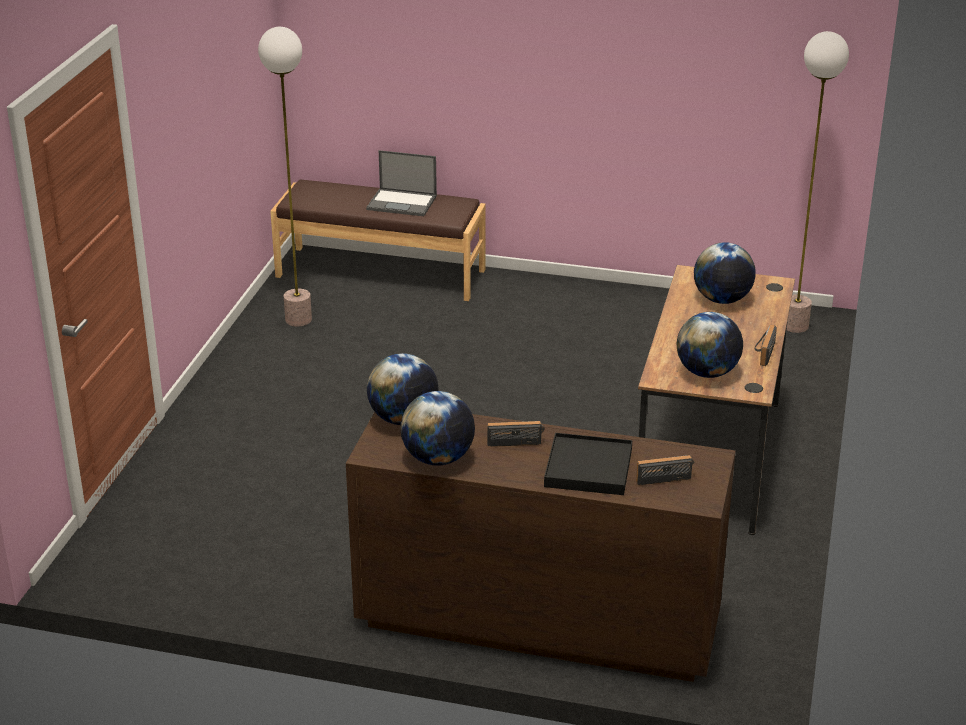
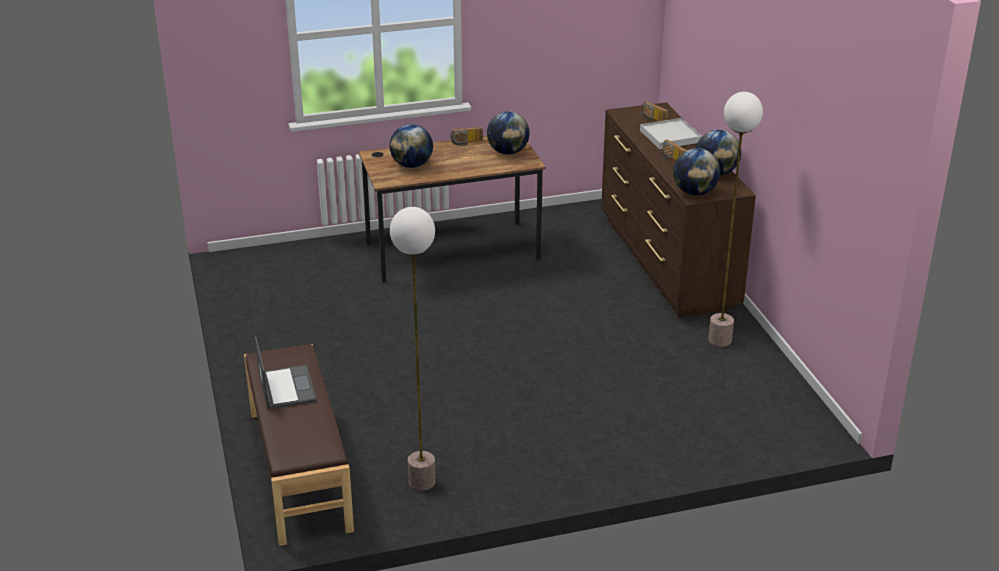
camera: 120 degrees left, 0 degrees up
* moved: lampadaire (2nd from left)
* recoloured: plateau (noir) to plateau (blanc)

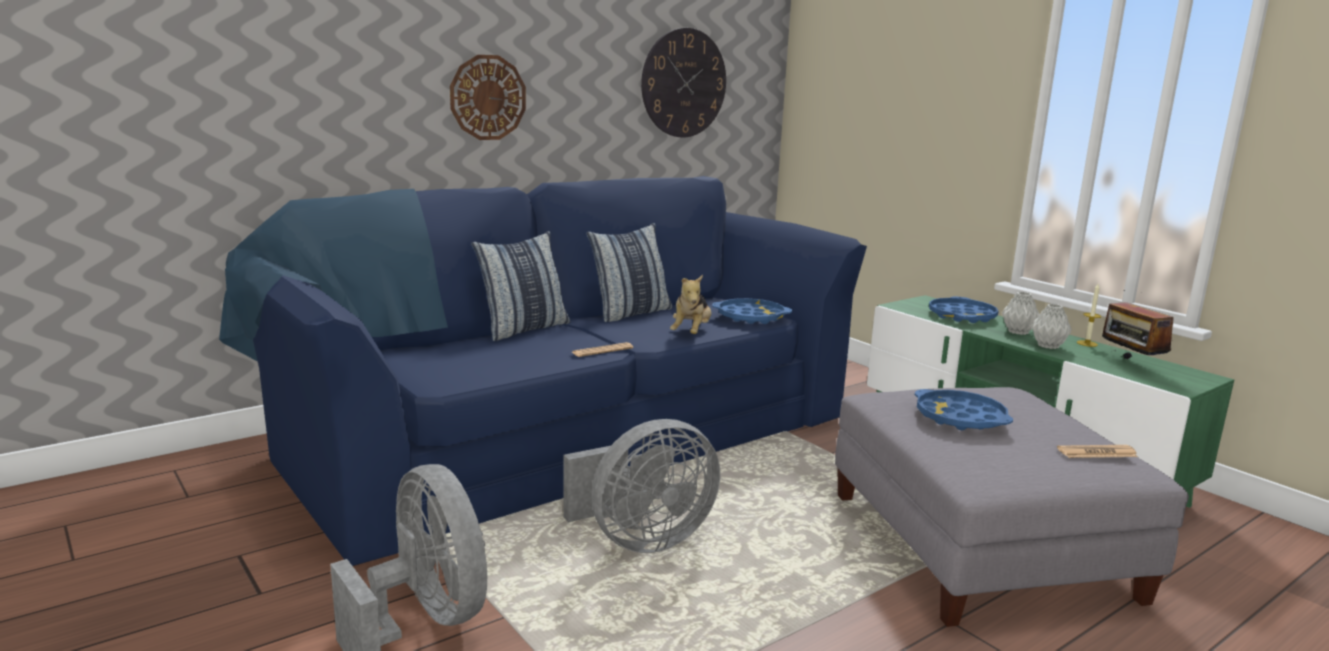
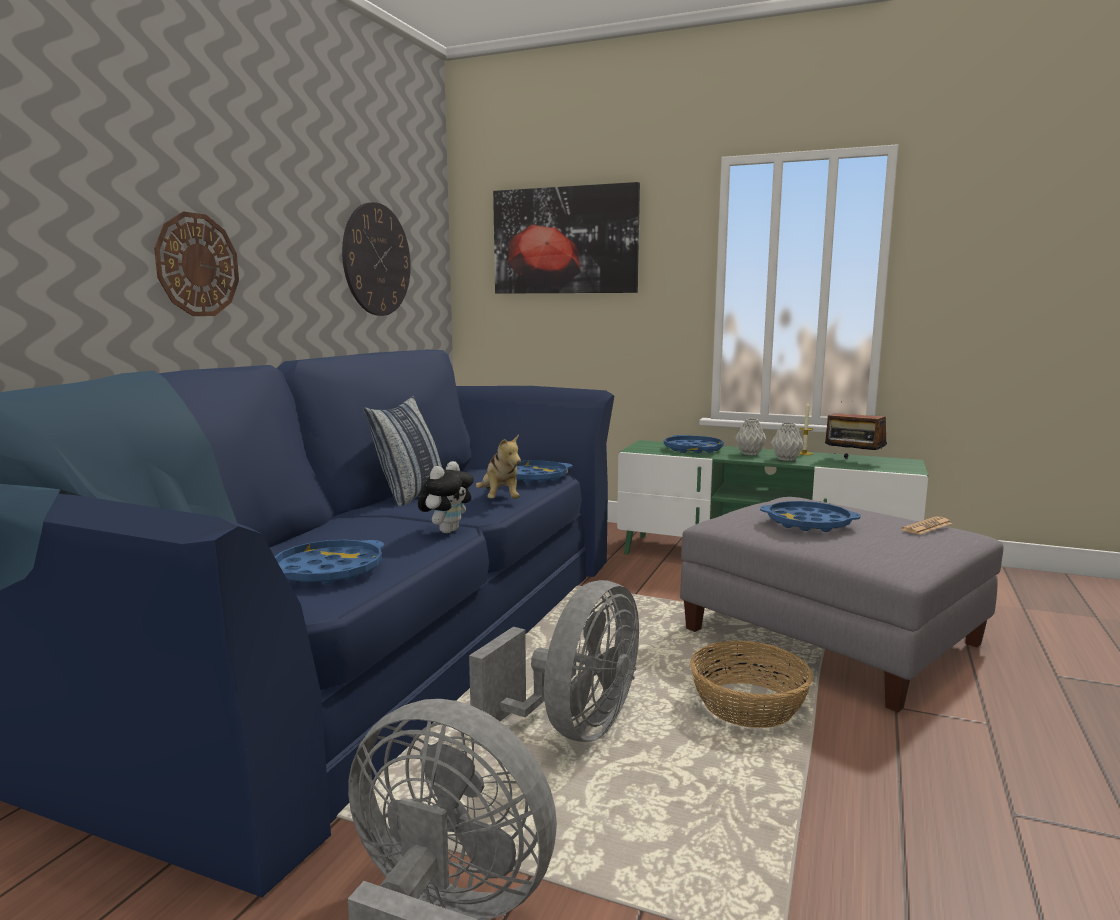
camera: 30 degrees left, 5 degrees down
* removed: coussin (1st from left)
* added: plateau (bleu) (1st from left)
* added: tableau
* added: panier
* replaced: journal (1st from left) to peluche (1st from left)

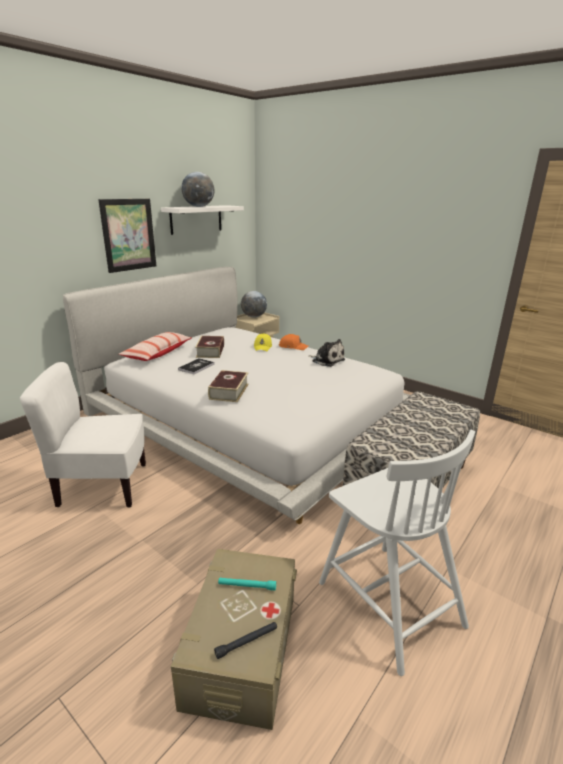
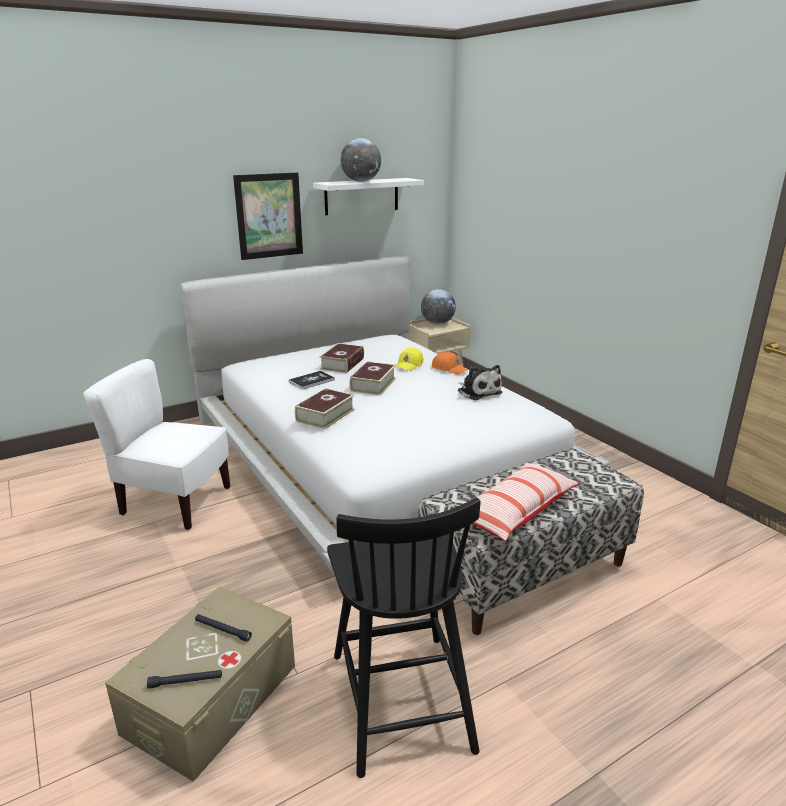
camera: 20 degrees right, 0 degrees up
* added: livre (4th from left)
* moved: coussin
* recoloured: lampe de poche (turquoise) to lampe de poche (noir) (2nd from left)
* recoloured: chaise (blanc) (2nd from left) to chaise (noir)

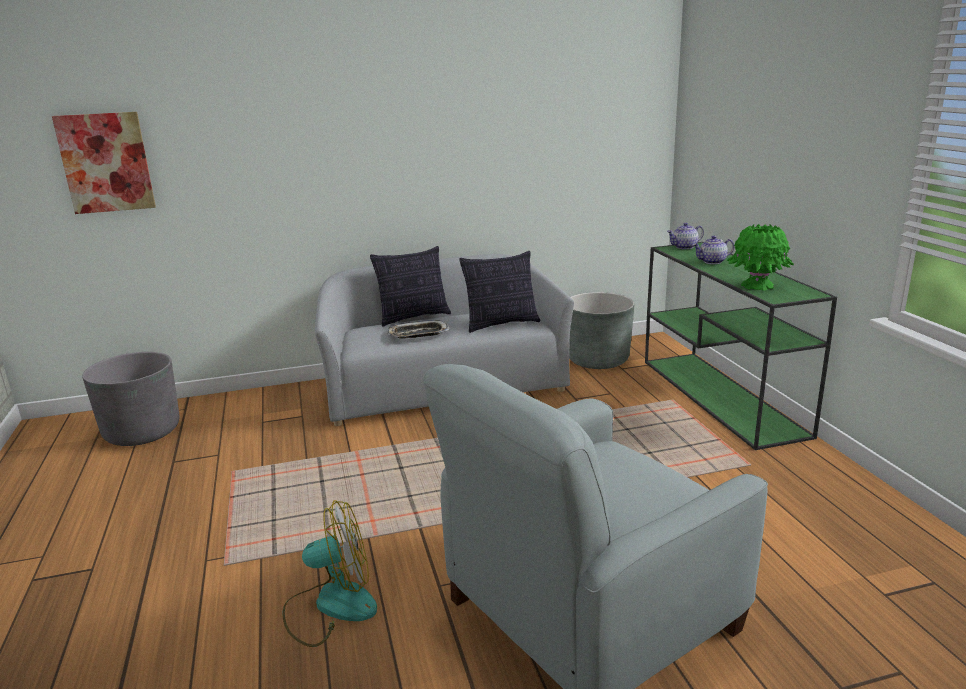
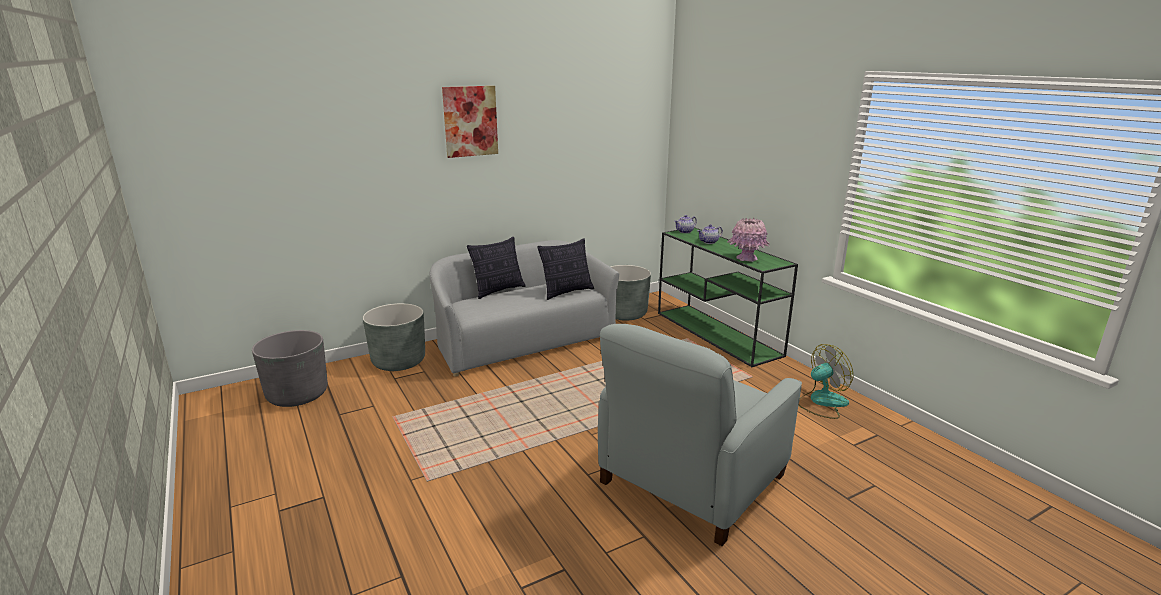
camera: 15 degrees left, 0 degrees up
* removed: plateau
* added: cache-pot (gris) (2nd from left)
* moved: tableau
* moved: ventilateur
* recoloured: vase (vert) to vase (rose)

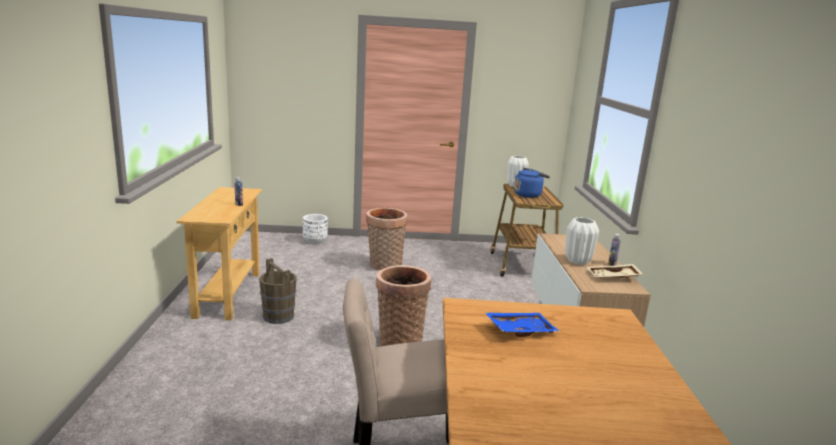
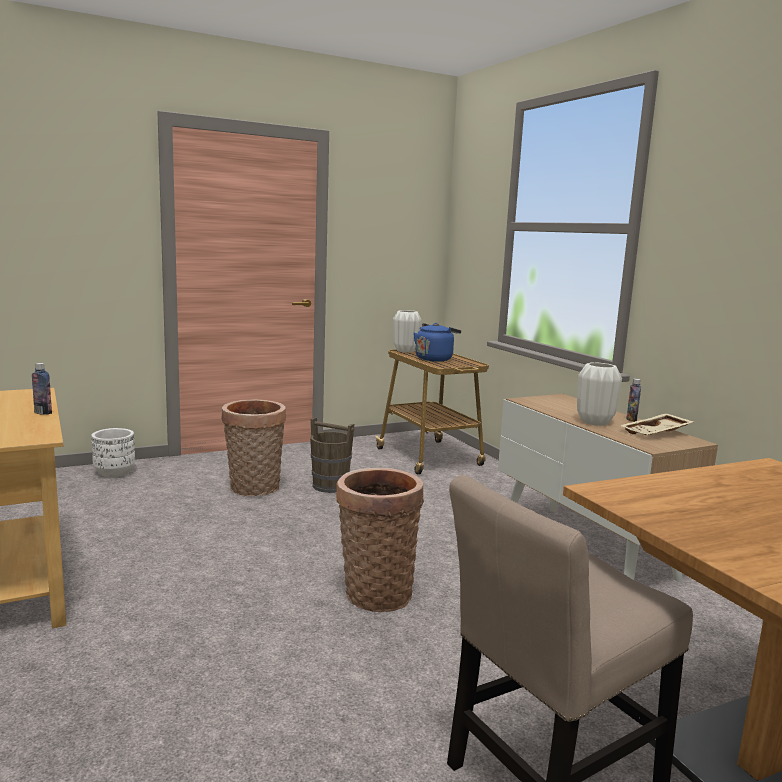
camera: 25 degrees left, 5 degrees down
* removed: plateau (bleu)
* moved: seau (marron)

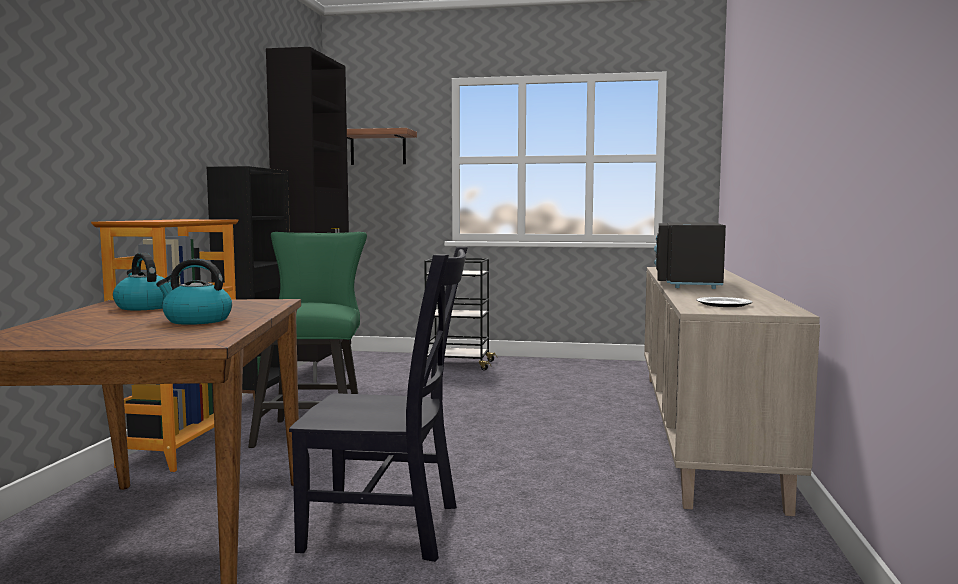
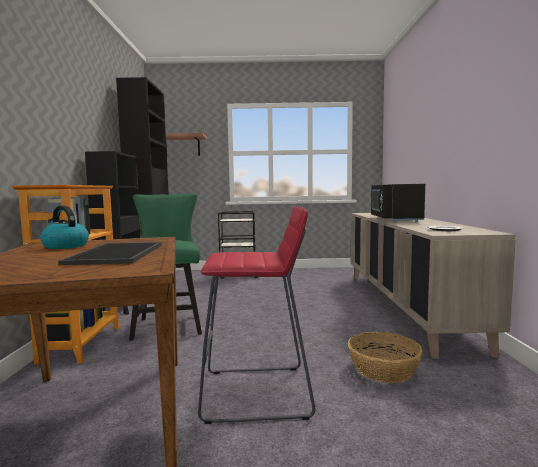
camera: 10 degrees left, 0 degrees up
* added: panier
* replaced: bouilloire (2nd from left) to plateau
* replaced: chaise (noir) to tabouret (rouge)

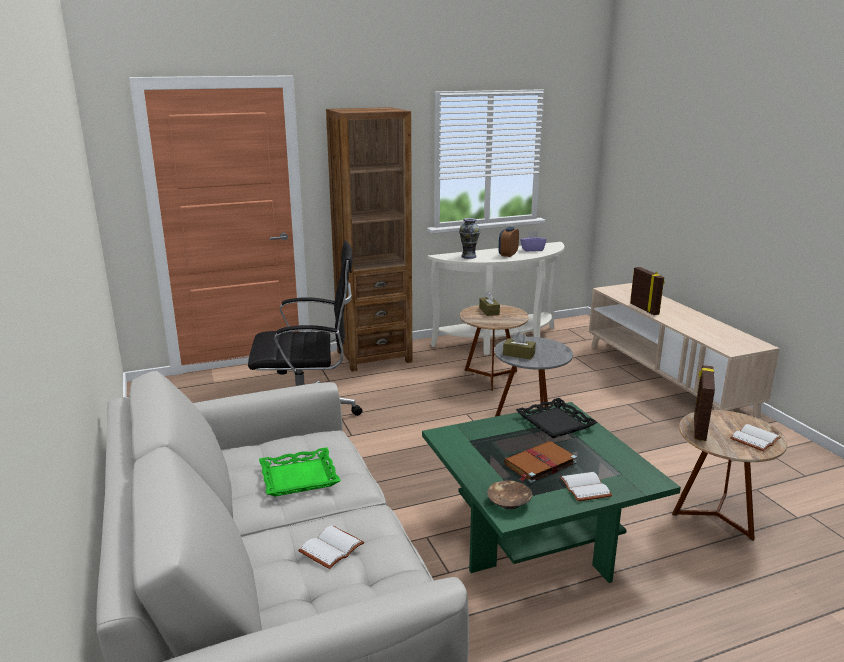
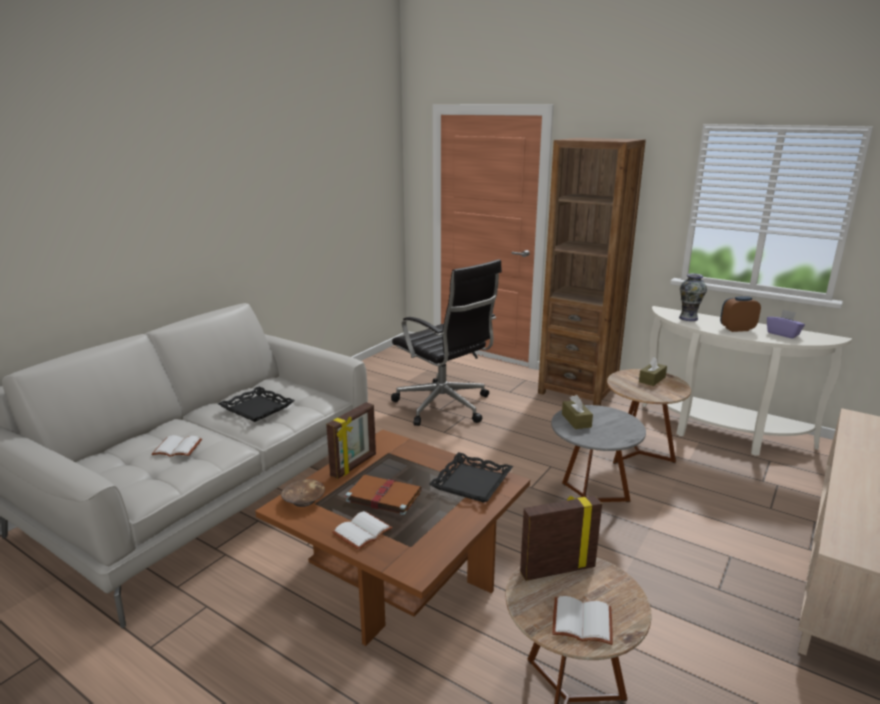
camera: 55 degrees right, 0 degrees up
* moved: cadre photo (1st from left)
* recoloured: plateau (vert) to plateau (noir) (1st from left)
* recoloured: table basse (vert) to table basse (marron)

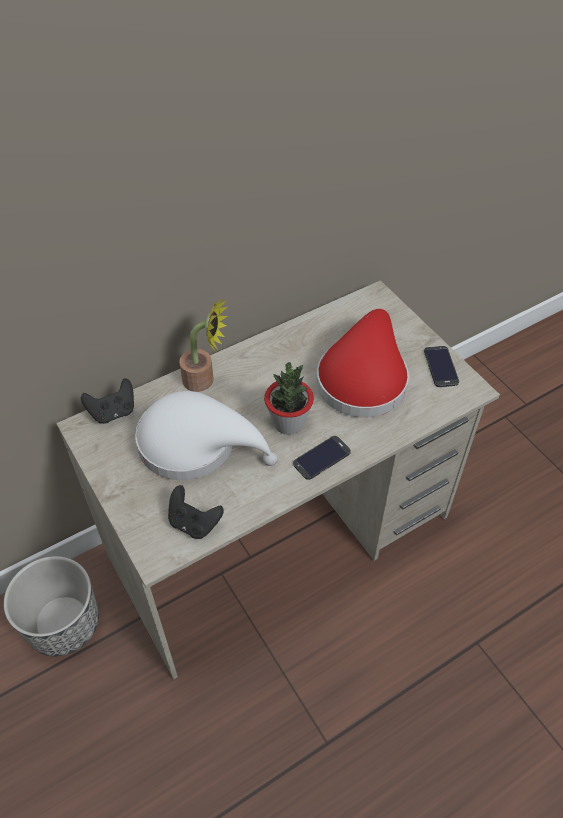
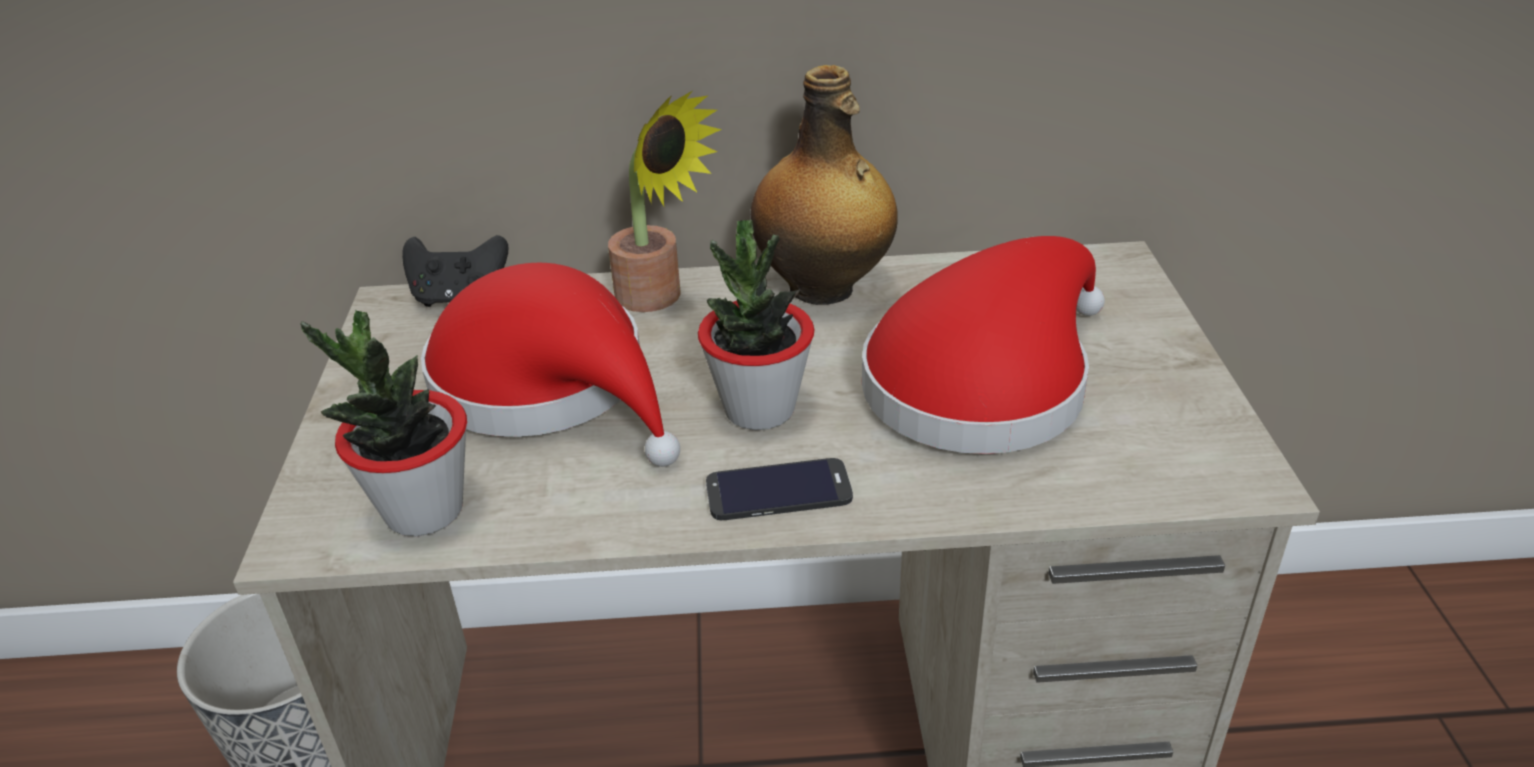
camera: 30 degrees right, 15 degrees down
* removed: téléphone (2nd from left)
* added: bouteille
* replaced: manette (noir) (2nd from left) to plante en pot (1st from left)
* recoloured: chapeau (blanc) to chapeau (rouge) (1st from left)

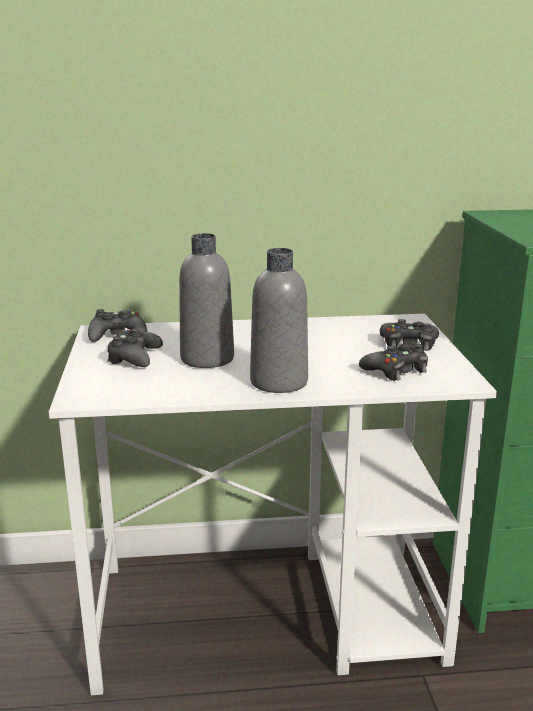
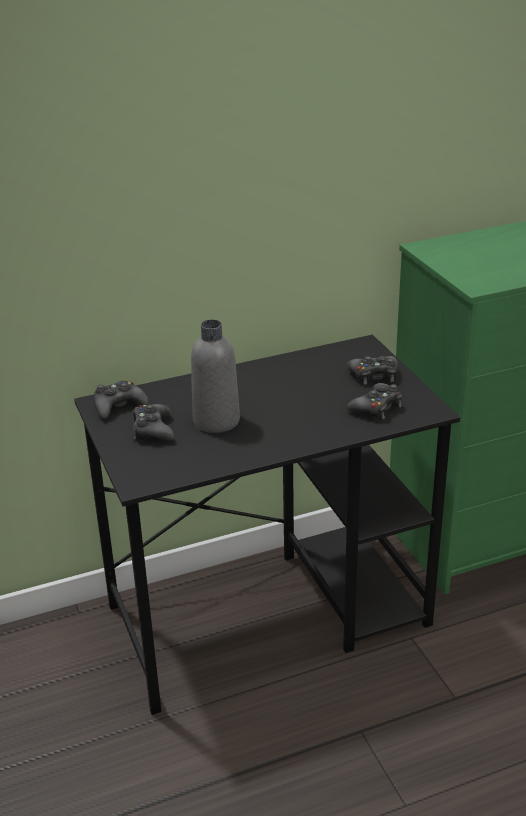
camera: 15 degrees left, 10 degrees up
* removed: bouteille (gris) (2nd from left)
* recoloured: bureau (blanc) to bureau (noir)

